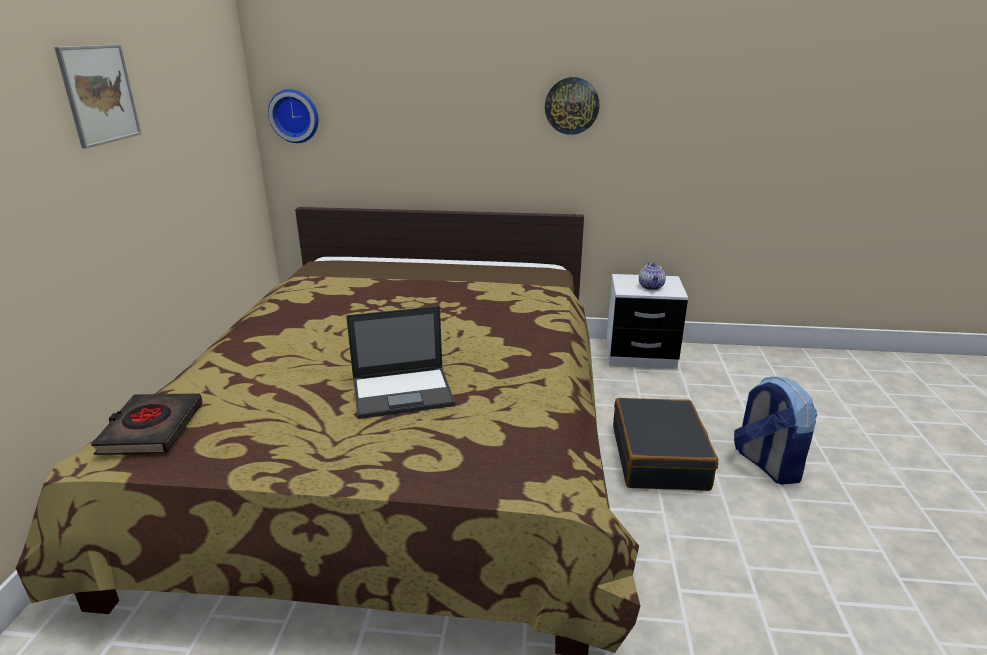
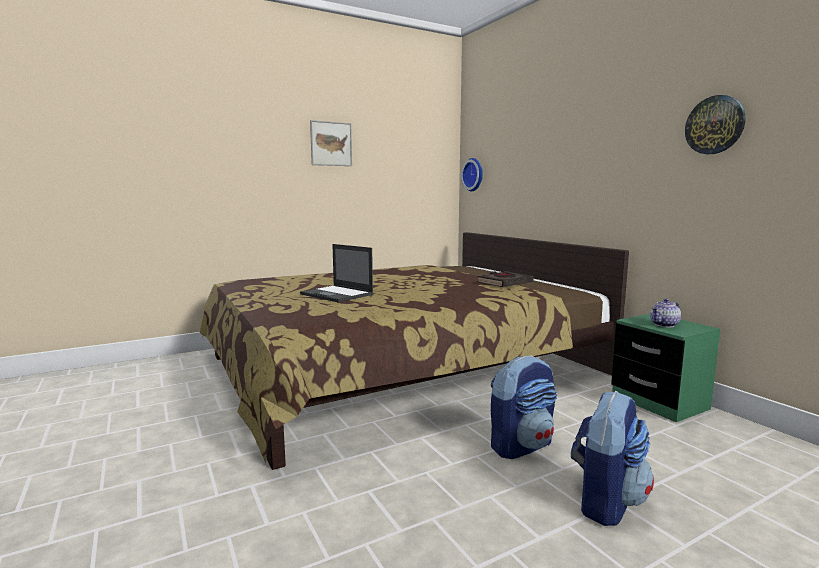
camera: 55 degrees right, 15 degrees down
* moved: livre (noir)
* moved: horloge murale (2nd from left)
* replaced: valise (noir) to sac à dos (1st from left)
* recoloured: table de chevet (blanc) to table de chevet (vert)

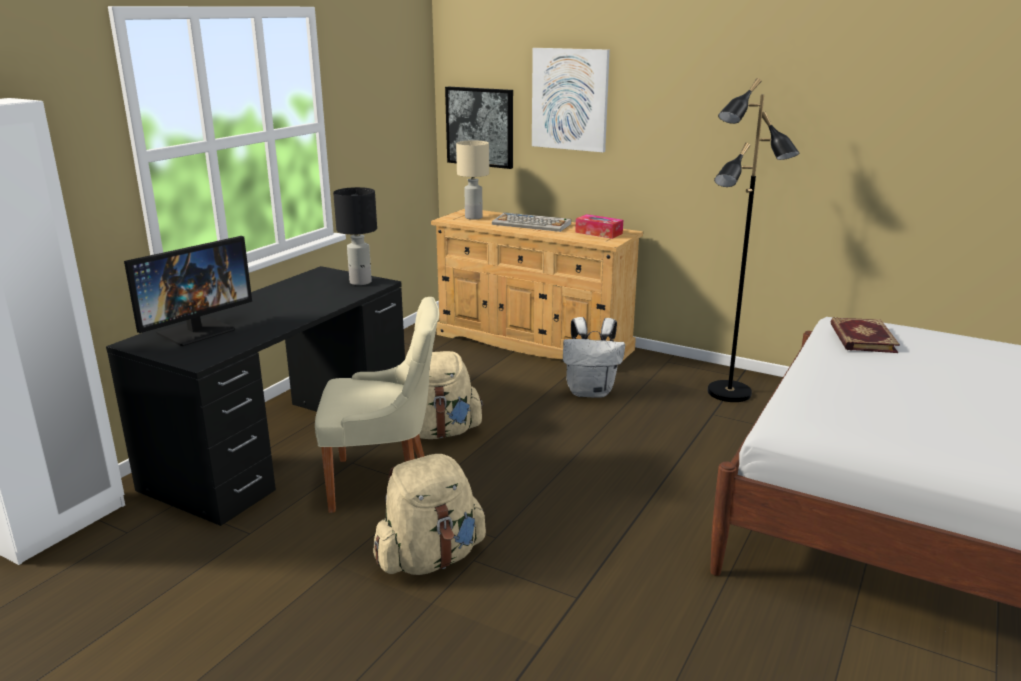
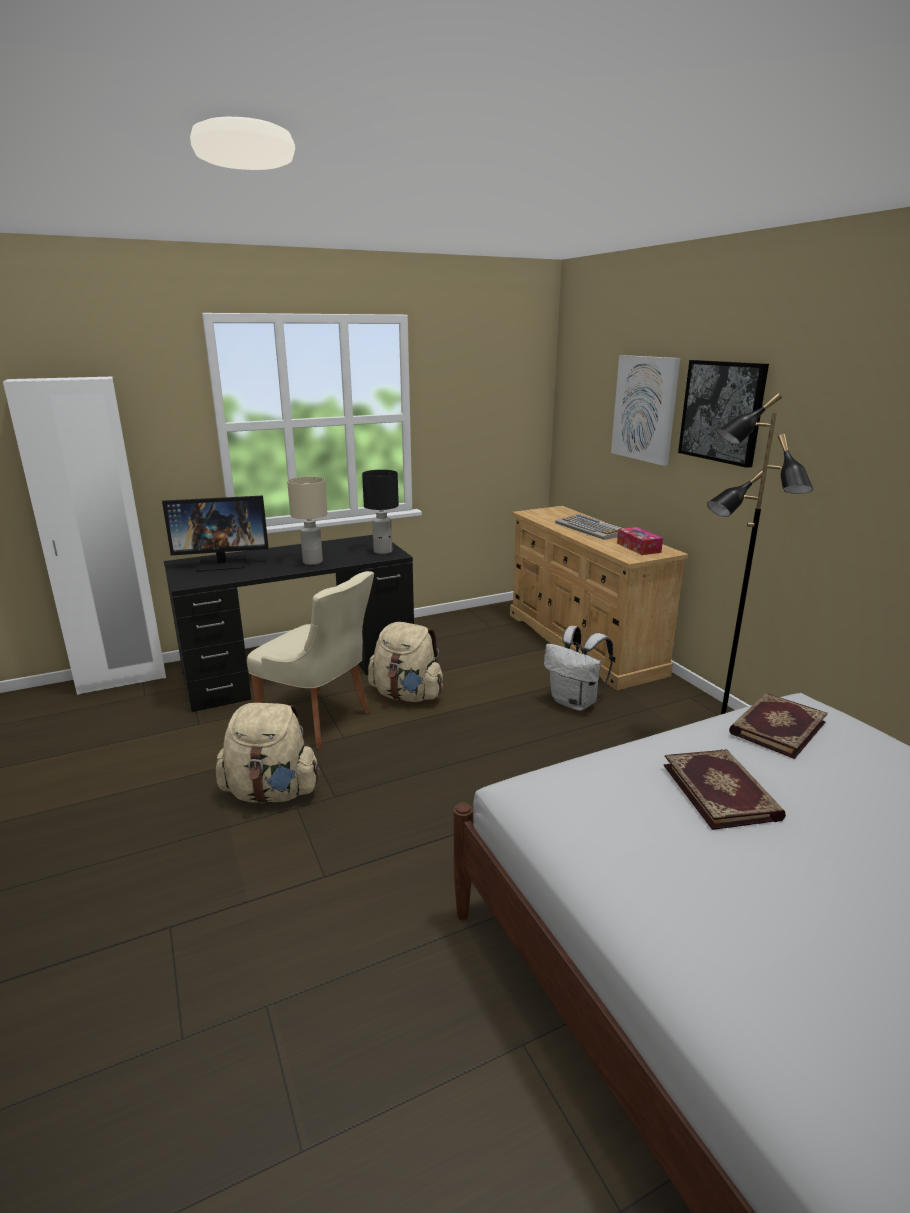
camera: 35 degrees right, 0 degrees up
* added: livre (1st from left)
* moved: tableau (1st from left in the first image) to tableau (2nd from left)
* moved: lampe de table (beige)

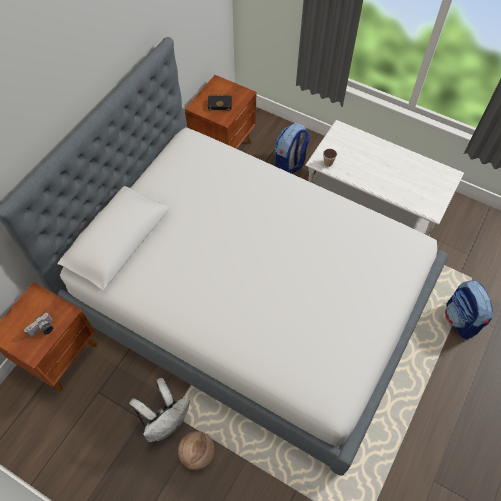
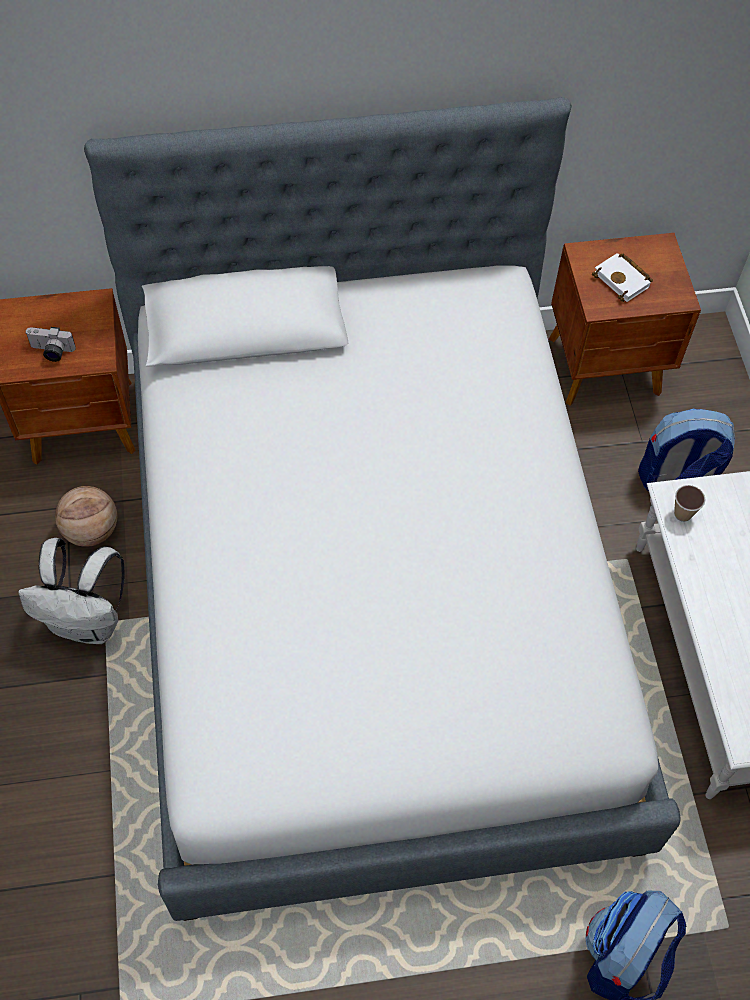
camera: 50 degrees right, 0 degrees up
* moved: ballon de basket
* recoloured: livre (noir) to livre (blanc)

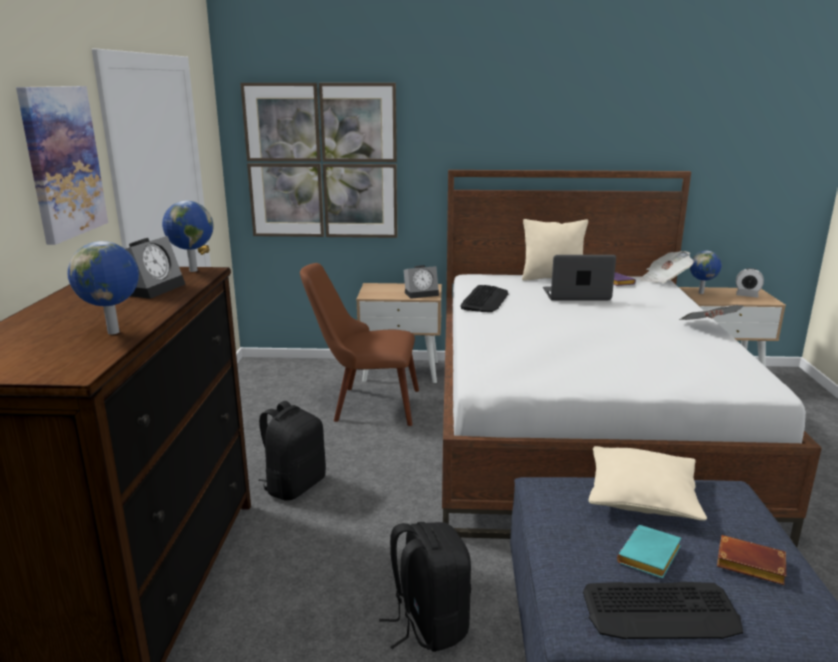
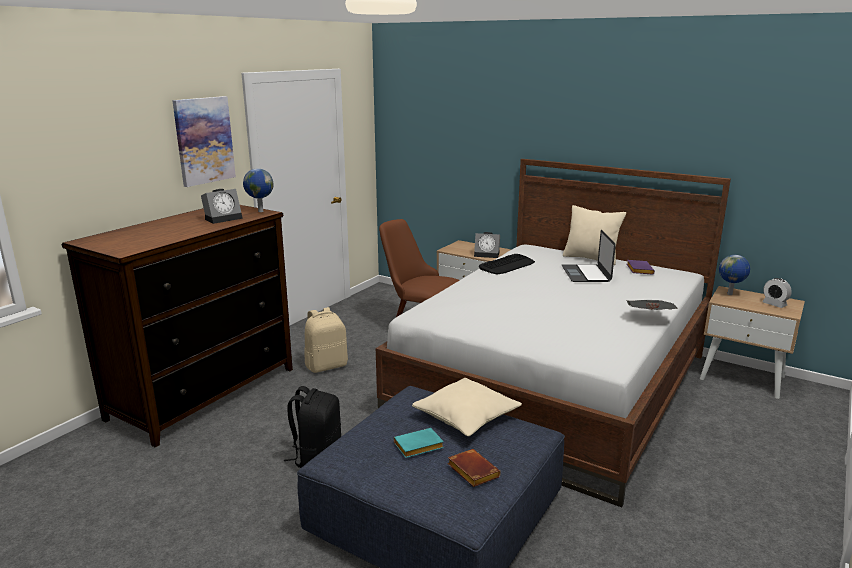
camera: 30 degrees right, 0 degrees up
* removed: globe (1st from left)
* removed: tableau (2nd from left)
* removed: clavier (2nd from left)
* removed: journal (1st from left)
* recoloured: sac à dos (noir) (1st from left) to sac à dos (beige)
* turned: ordinateur portable 120 degrees counterclockwise

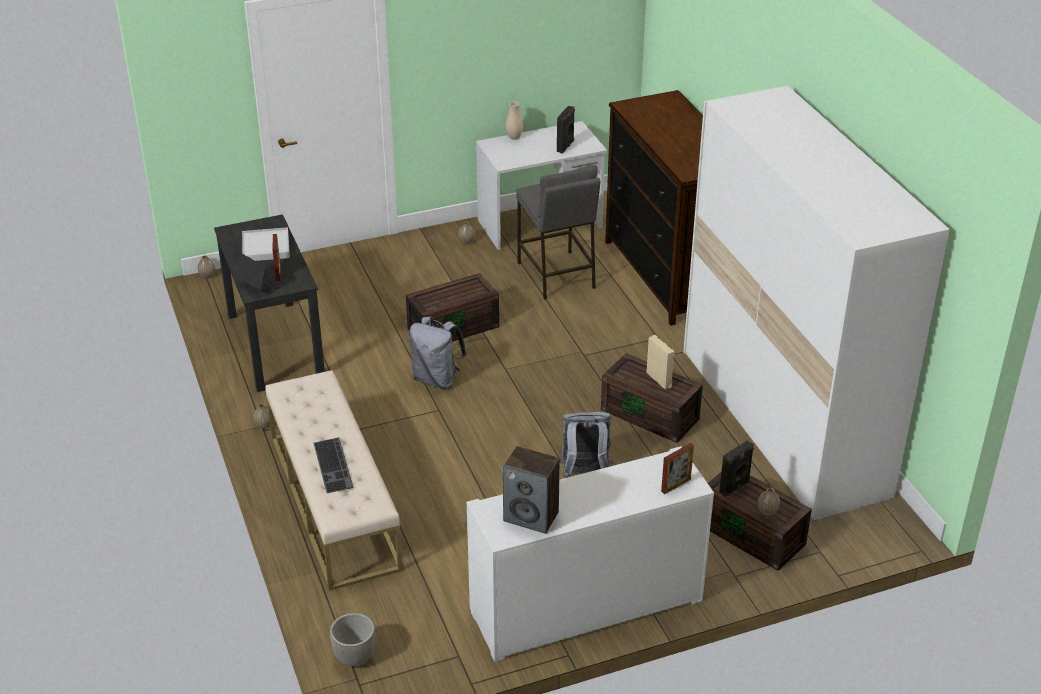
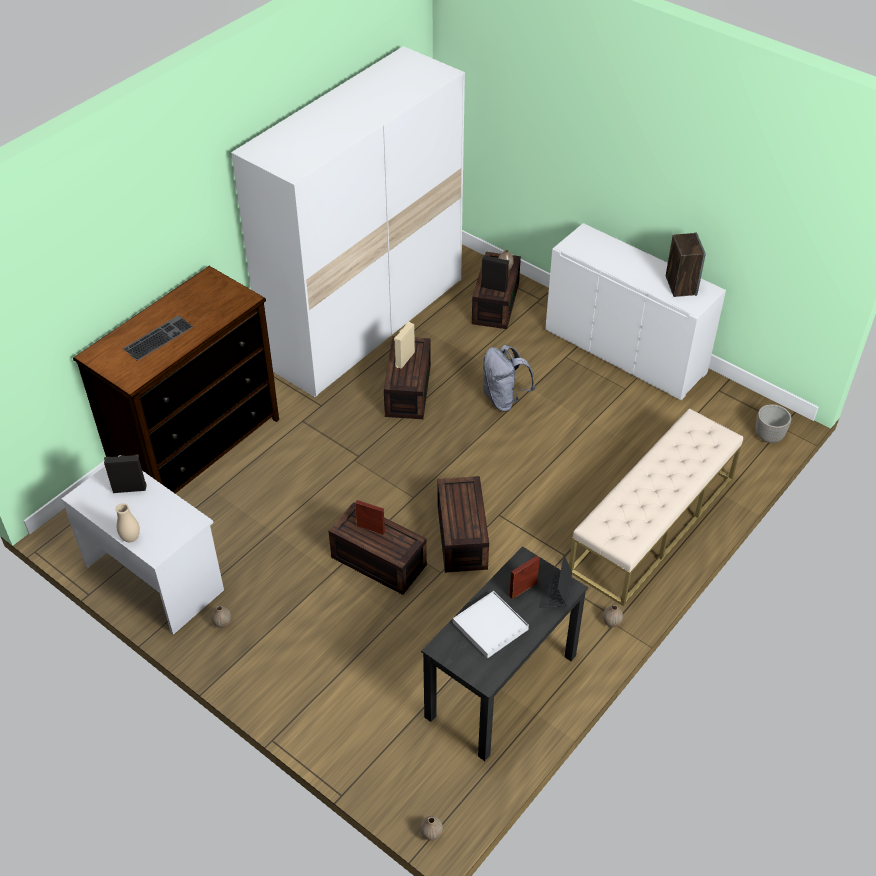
camera: 120 degrees left, 10 degrees up
* removed: tabouret (gris)
* moved: clavier
* moved: cadre photo (2nd from left in the first image) to cadre photo (1st from left)
* replaced: sac à dos (gris) (1st from left) to boîte de rangement (marron) (3rd from left)

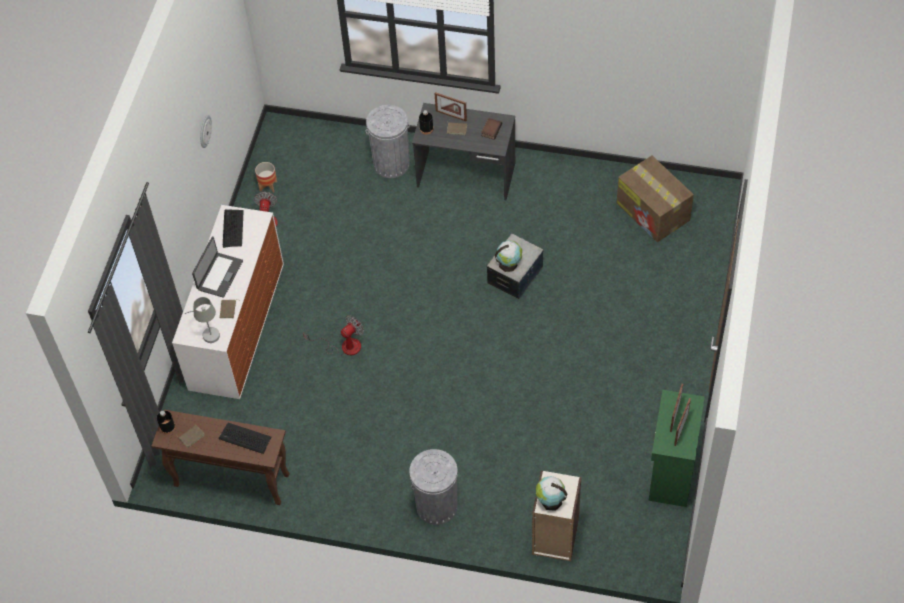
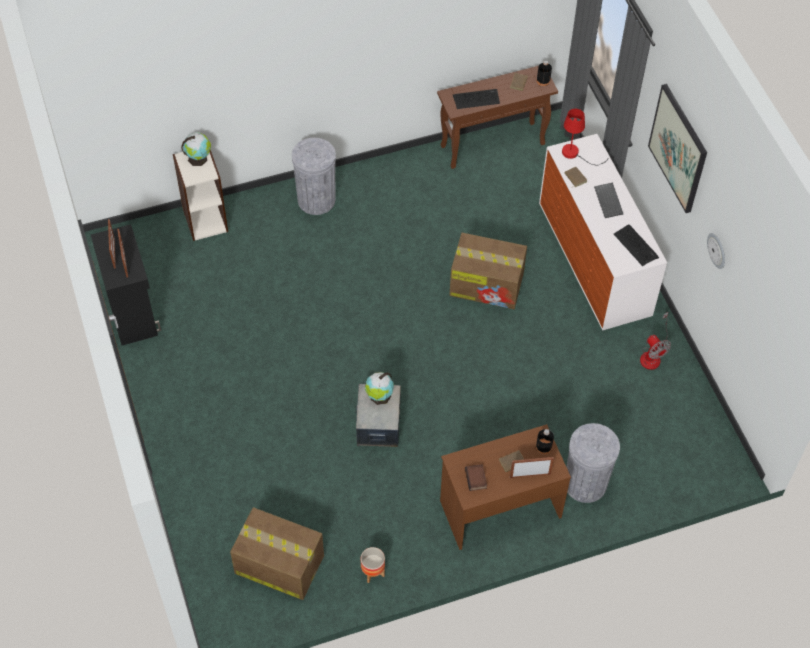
camera: 145 degrees right, 0 degrees up
* added: tableau
* moved: cache-pot
* replaced: ordinateur portable to clavier (2nd from left)
* replaced: ventilateur (2nd from left) to carton (2nd from left)
* recoloured: lampe de table (gris) to lampe de table (rouge)
* recoloured: bureau (gris) to bureau (marron)
* recoloured: meuble de rangement (vert) to meuble de rangement (noir)

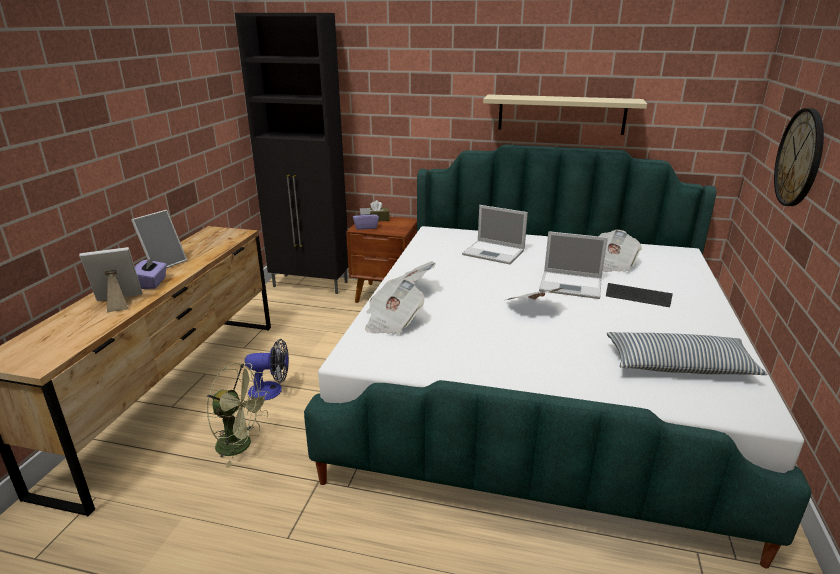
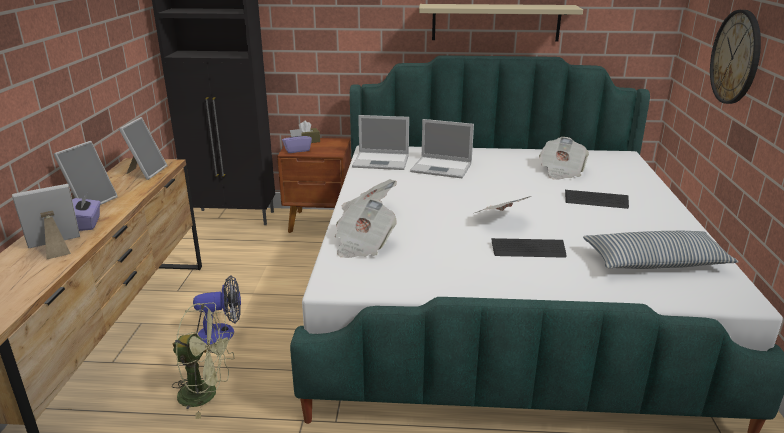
camera: 10 degrees left, 0 degrees up
* added: cadre photo (3rd from left)
* added: clavier (1st from left)
* moved: ordinateur portable (2nd from left in the first image) to ordinateur portable (1st from left)

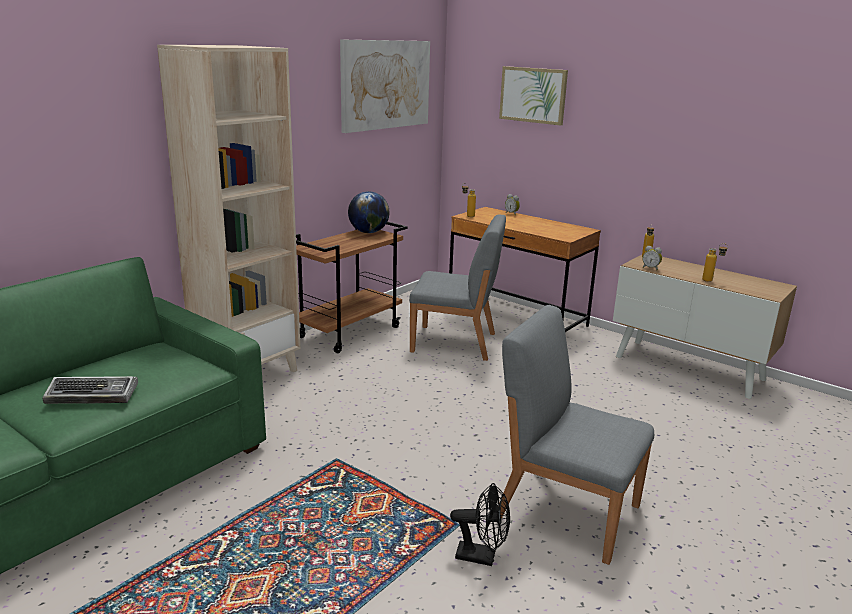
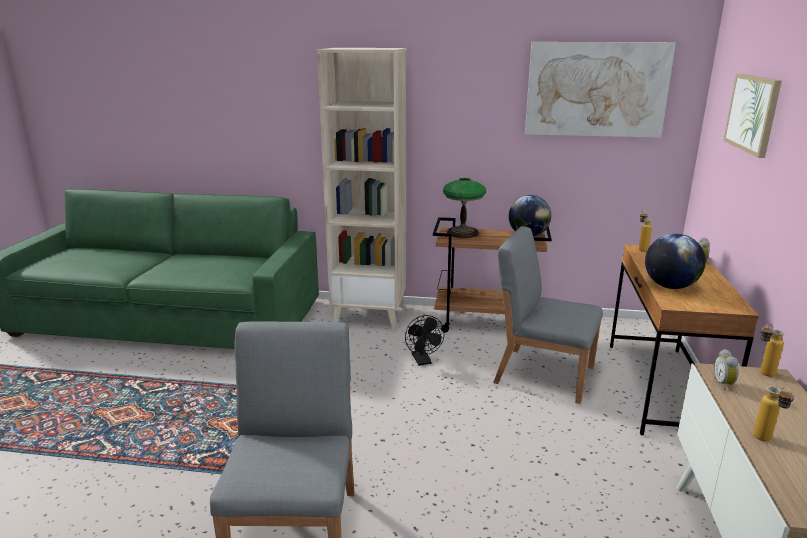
camera: 60 degrees right, 0 degrees up
* removed: clavier
* added: lampe de table
* added: globe (2nd from left)
* moved: ventilateur (noir)
* turned: chaise (gris) (1st from left in the first image) 135 degrees clockwise

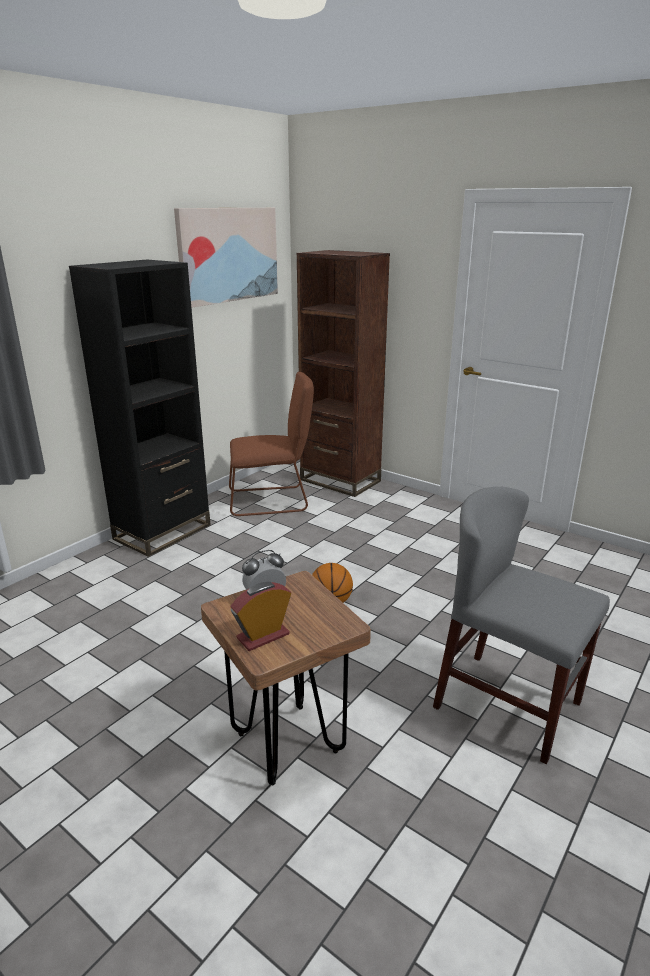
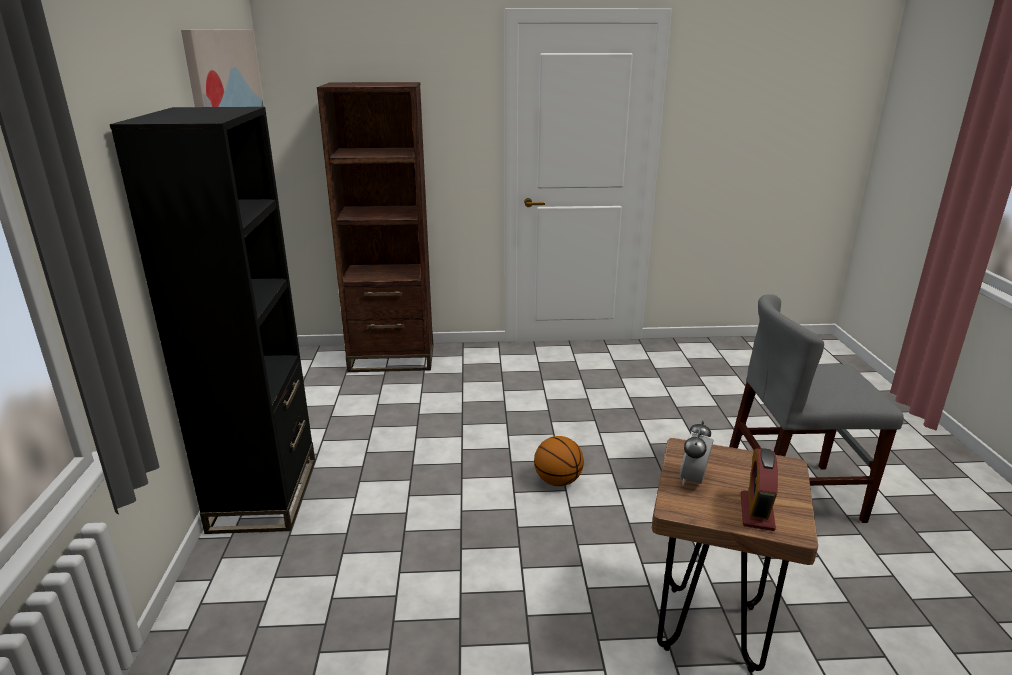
camera: 40 degrees left, 0 degrees up
* removed: chaise (marron)

